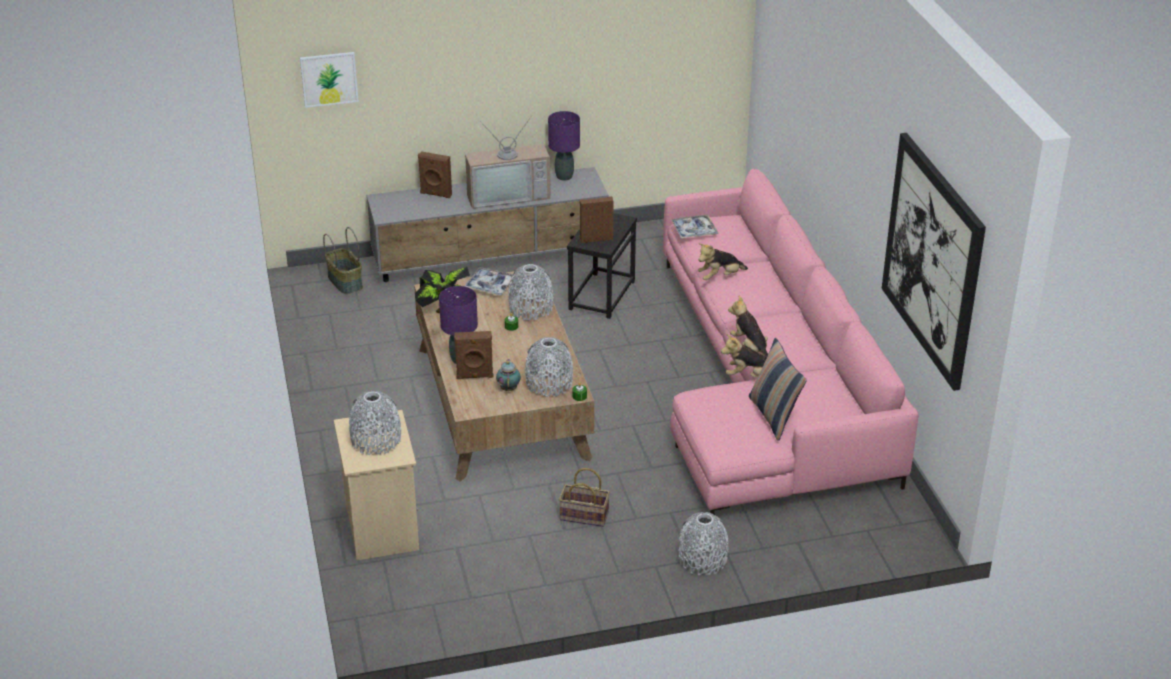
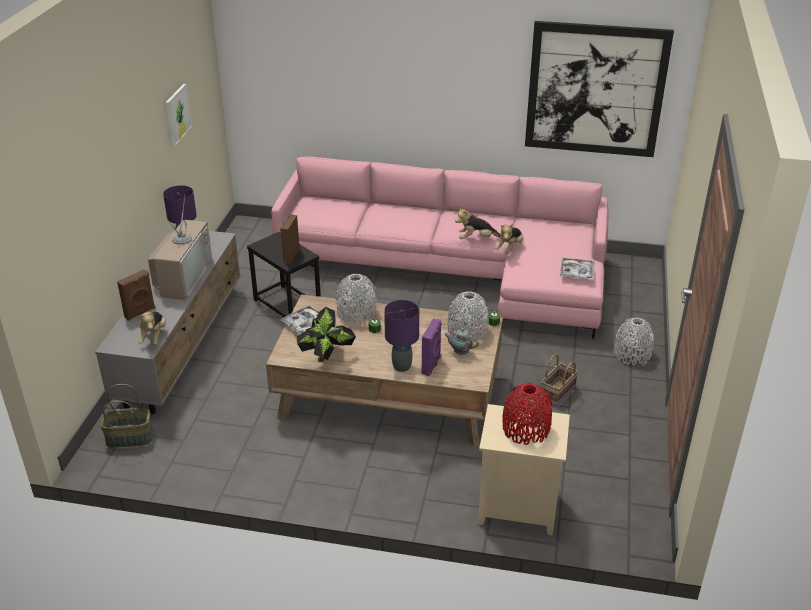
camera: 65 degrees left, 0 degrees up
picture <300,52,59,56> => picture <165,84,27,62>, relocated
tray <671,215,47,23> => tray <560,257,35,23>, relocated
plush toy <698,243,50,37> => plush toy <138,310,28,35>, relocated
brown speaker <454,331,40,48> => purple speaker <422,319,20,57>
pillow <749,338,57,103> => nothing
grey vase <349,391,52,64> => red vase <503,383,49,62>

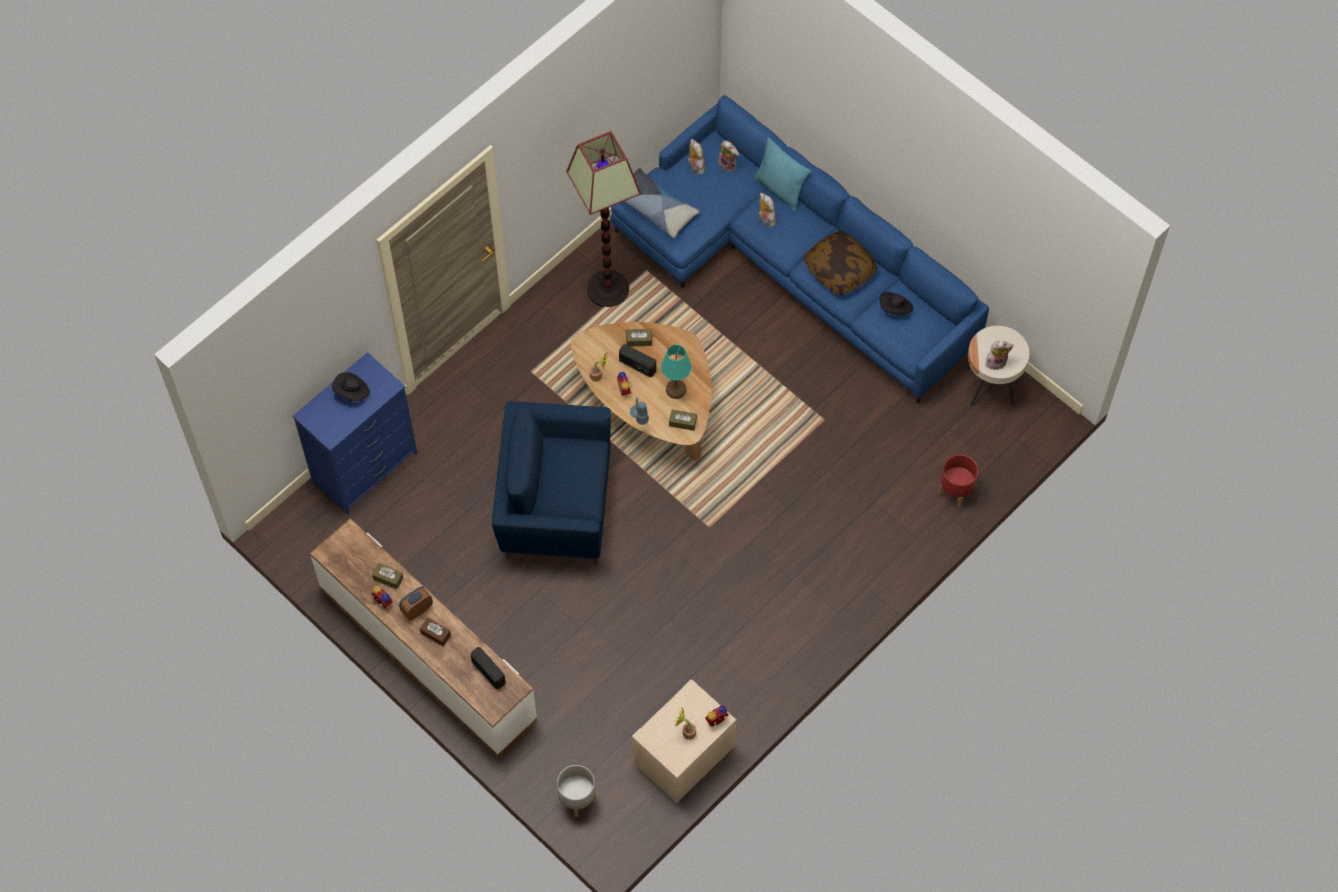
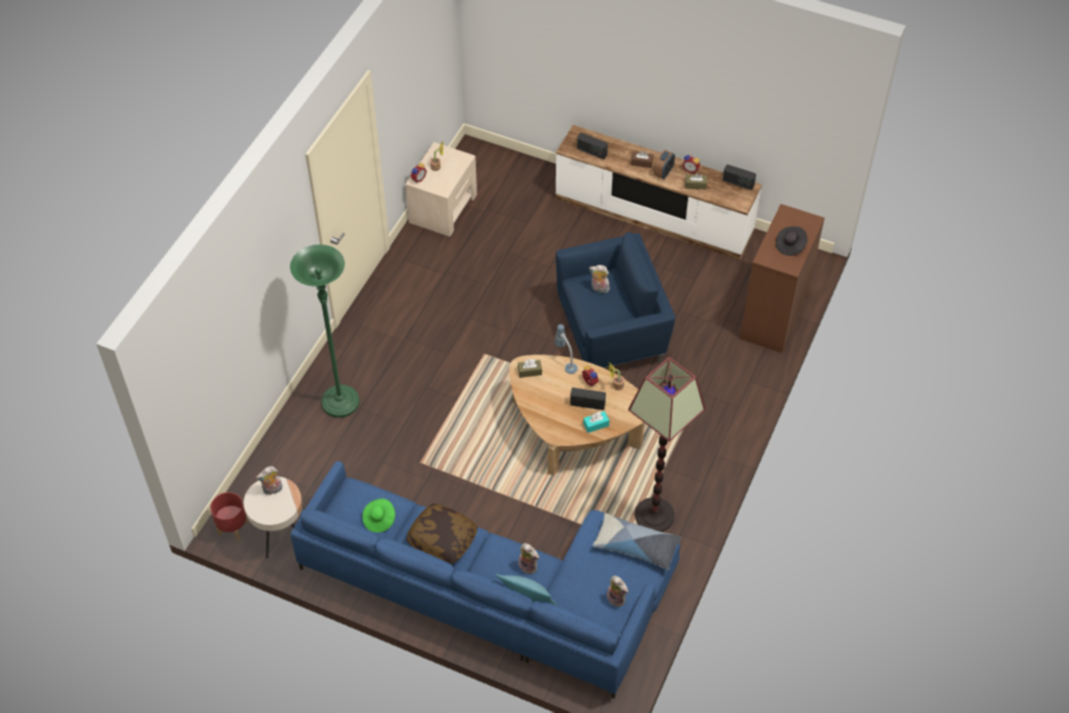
camera: 160 degrees right, 10 degrees down
plush toy <718,141,21,31> => plush toy <589,265,20,28>, relocated
black hat <880,292,33,23> => green hat <363,499,32,34>
brown tissue box <626,329,26,18> => turquoise tissue box <583,411,26,22>
turquoise table lamp <661,345,31,54> => nothing
blue dresser <292,352,125,162> => brown dresser <740,204,85,149>
red planter <939,455,39,52> => red planter <210,492,38,49>, relocated
grey planter <557,765,39,52> => nothing
nothing => radio <723,165,33,25>
nothing => green floor lamp <290,245,69,173>

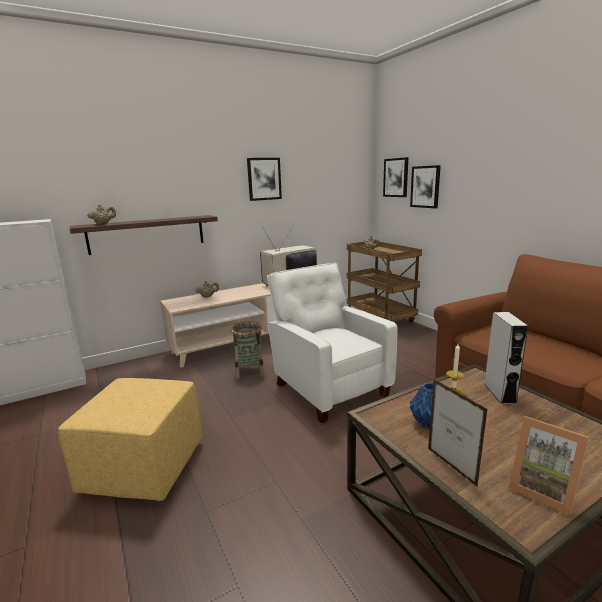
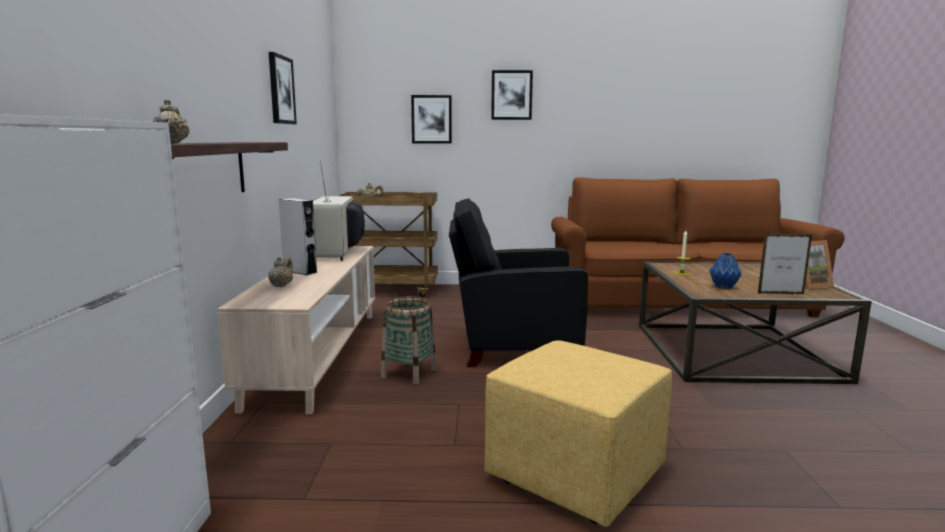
camera: 60 degrees left, 5 degrees down
picture <383,157,25,40> => picture <491,70,42,50>, relocated
white armchair <267,263,131,160> => black armchair <449,198,139,169>
grey speaker <484,312,44,92> => grey speaker <278,198,39,77>, relocated

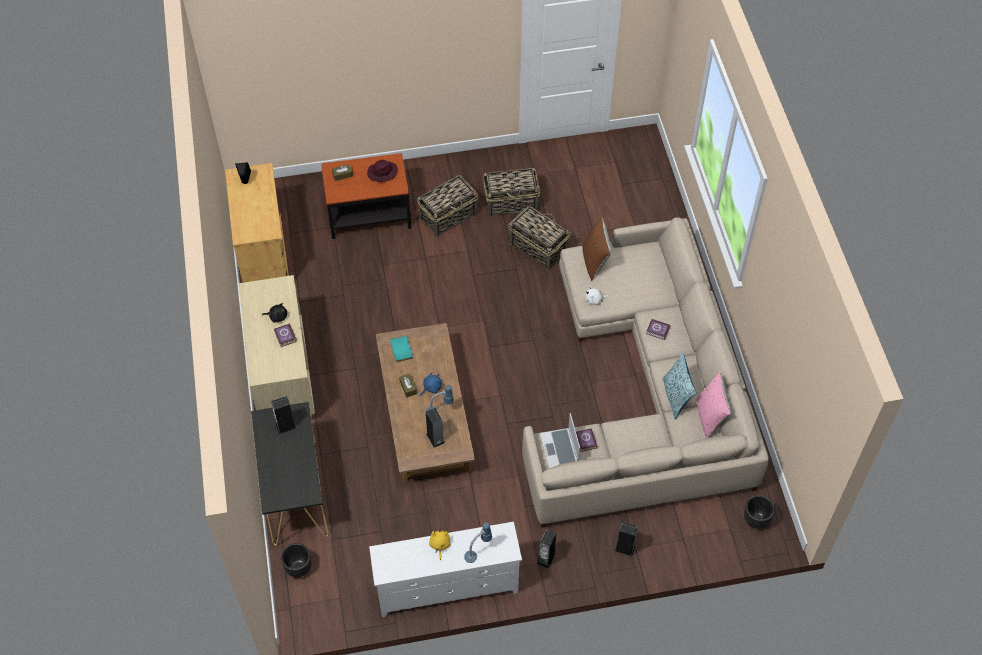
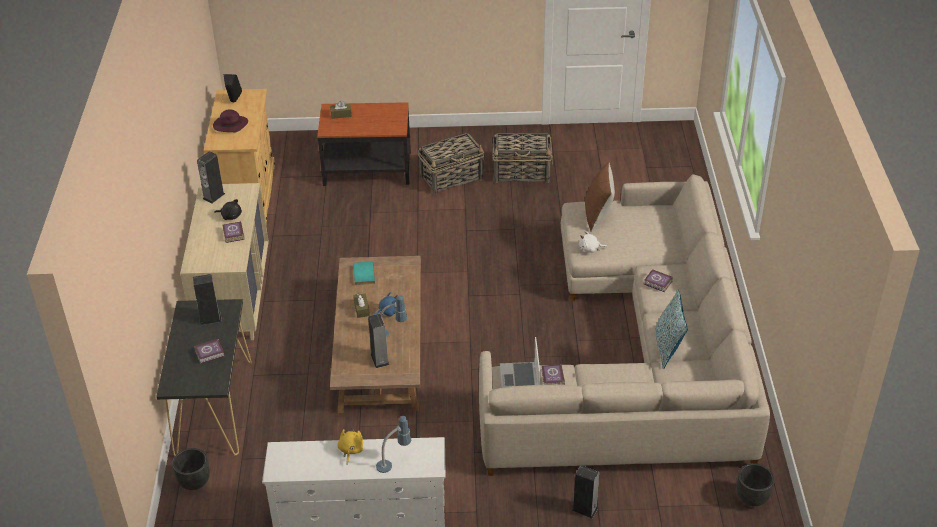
camera: 10 degrees right, 15 degrees down
purple hat <367,160,31,22> => purple hat <213,109,35,24>, relocated
basket <509,203,62,68> => nothing
pink pillow <697,372,34,66> => nothing
speaker <537,530,19,38> => speaker <197,151,28,52>, relocated
nothing => book <194,339,31,25>

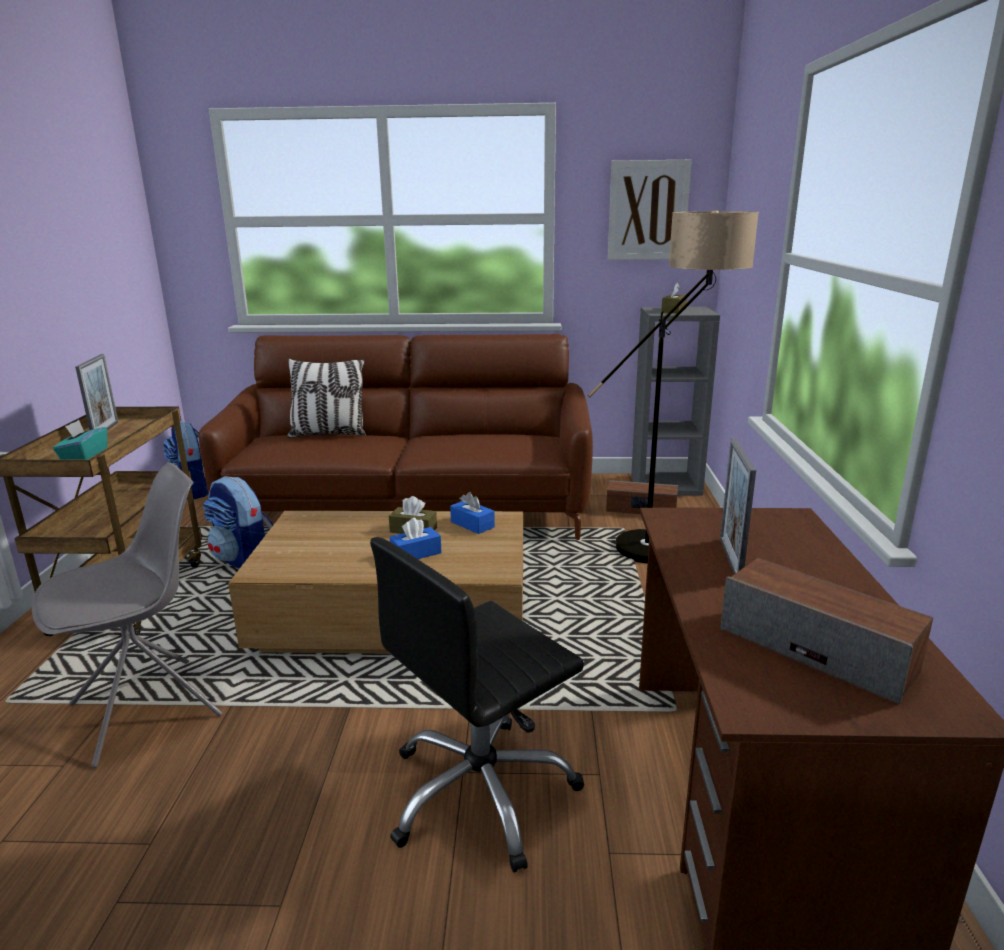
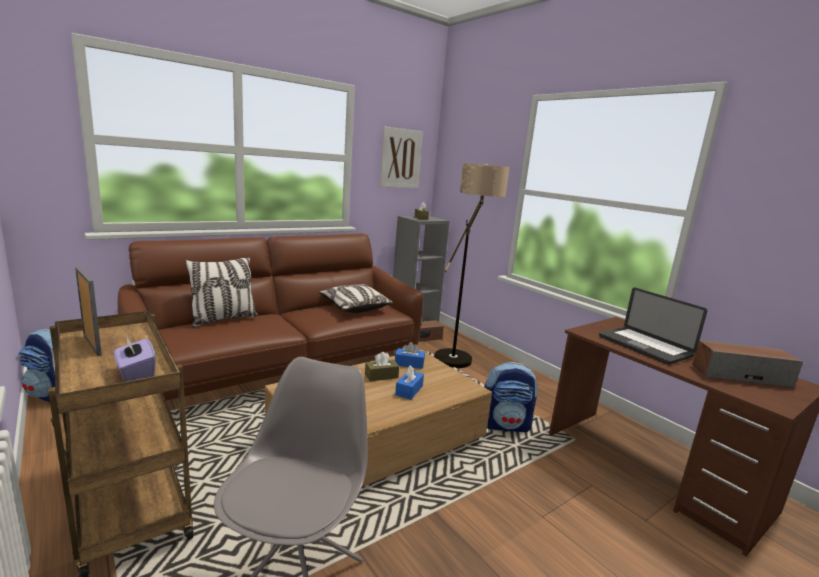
camera: 40 degrees left, 5 degrees down
turquoise tissue box <53,420,55,39> => purple tissue box <114,335,42,47>
picture frame <720,438,36,136> => laptop <599,288,108,77>
backpack <203,476,70,93> => backpack <485,362,53,70>, relocated
black office chair <370,537,214,336> => nothing
nothing => pillow <319,284,74,29>

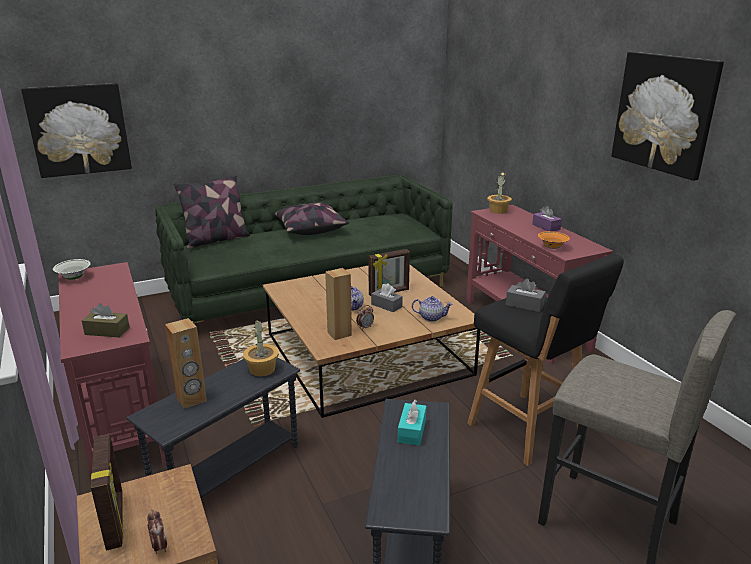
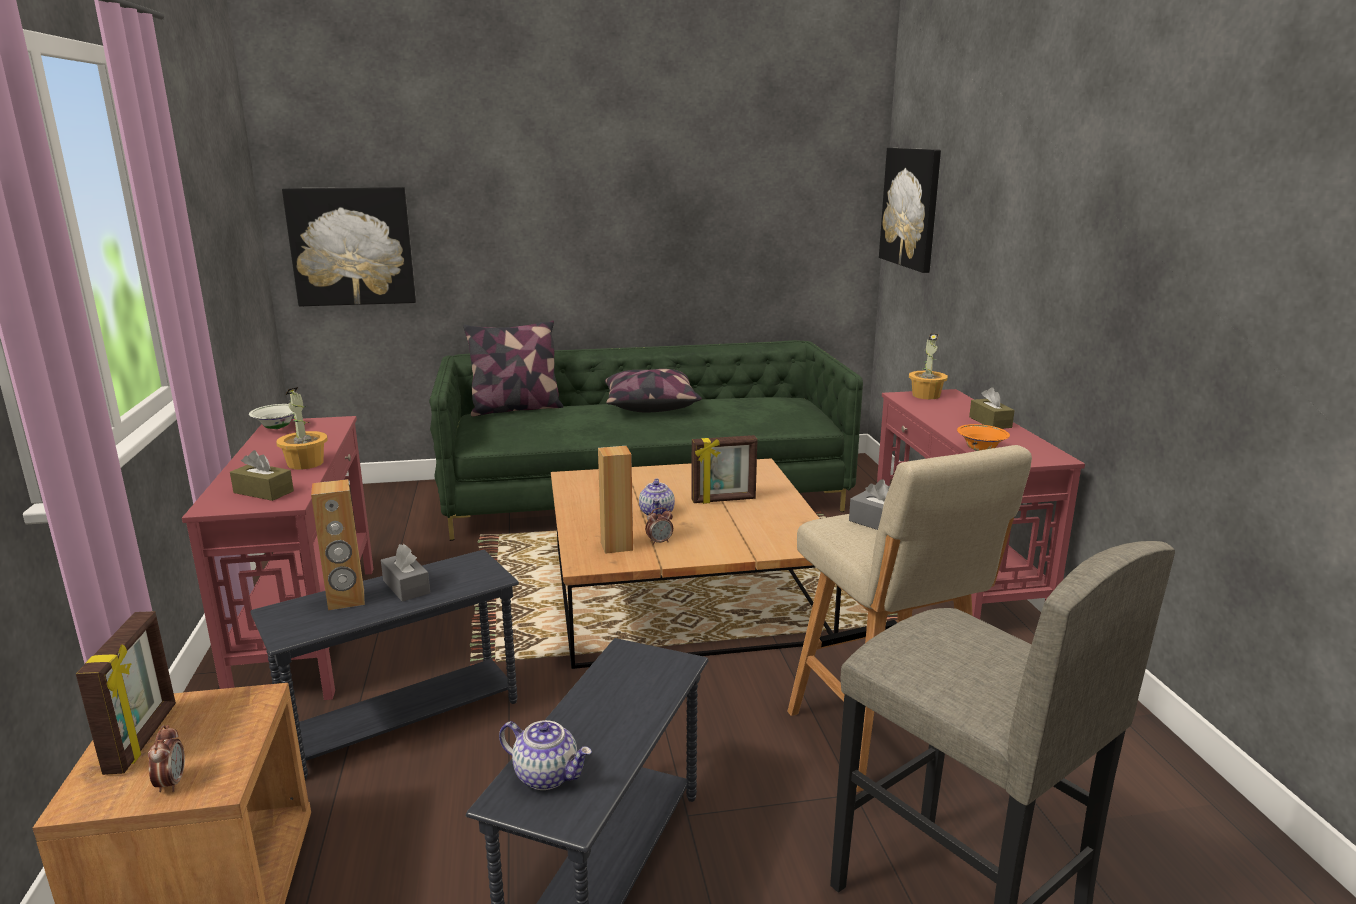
camera: 15 degrees right, 5 degrees down
picture <611,52,113,129> => picture <879,148,62,125>, relocated
purple tissue box <532,206,30,26> => brown tissue box <969,387,46,42>
black stool <467,254,157,212> => beige stool <787,445,245,347>
grey tissue box <371,283,32,29> => grey tissue box <381,544,49,58>, relocated
teapot <412,296,41,26> => teapot <499,720,93,70>, relocated
potted plant <243,319,36,58> => potted plant <276,387,52,83>, relocated
turquoise tissue box <398,400,28,45> => nothing

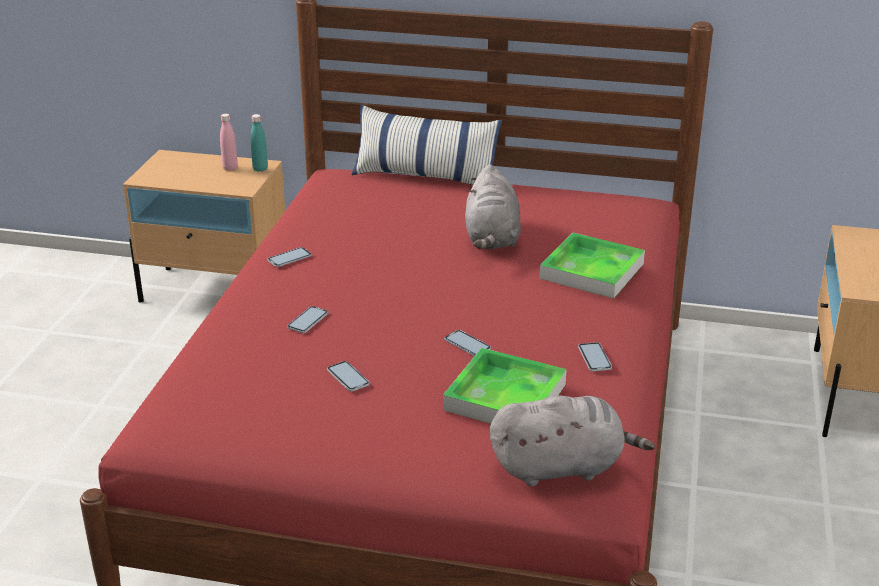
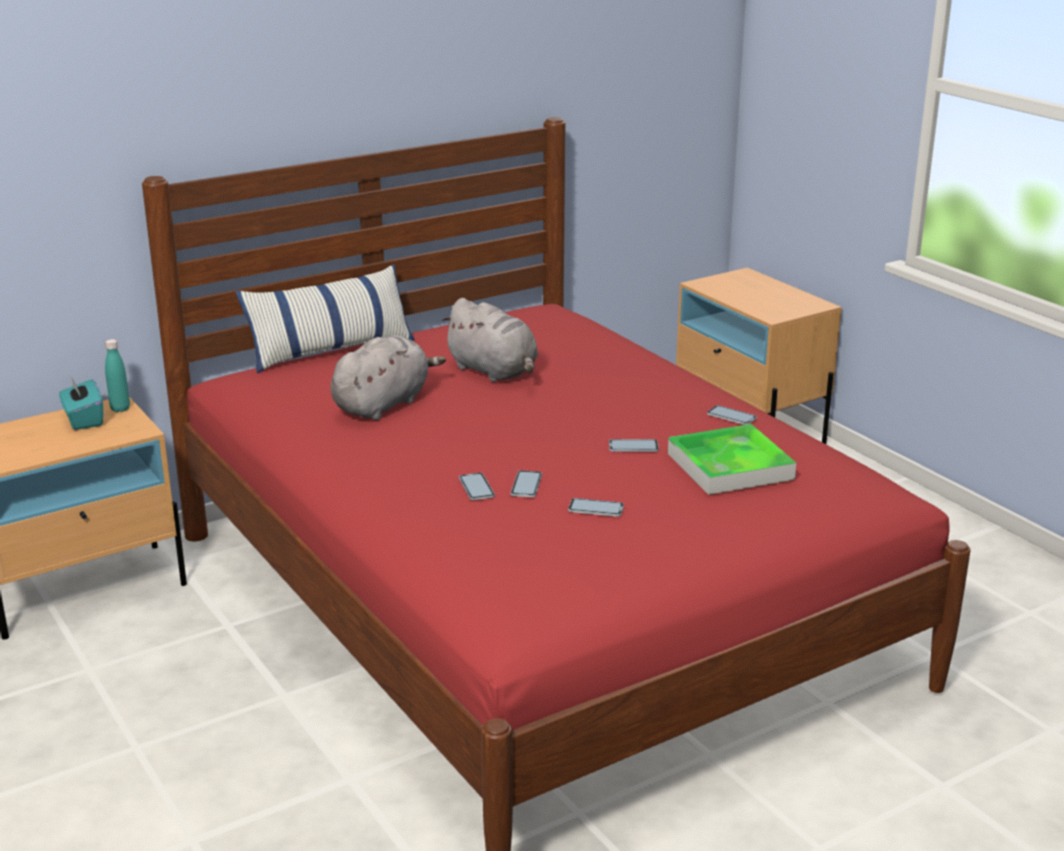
camera: 45 degrees left, 5 degrees down
pink bottle <220,114,18,57> => turquoise tissue box <59,376,44,54>
tray <539,233,106,66> => nothing
phone <267,247,45,20> => phone <510,470,32,27>, relocated
grey plush toy <490,395,165,91> => grey plush toy <331,335,115,85>, relocated

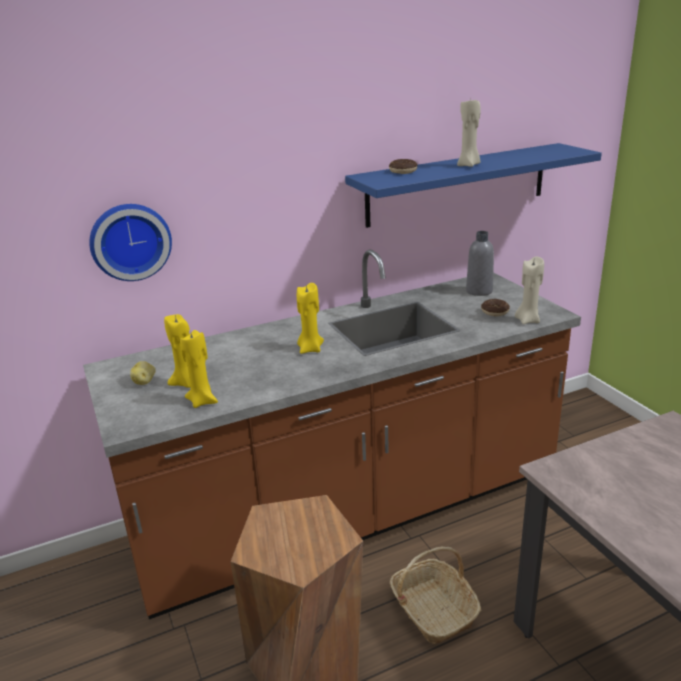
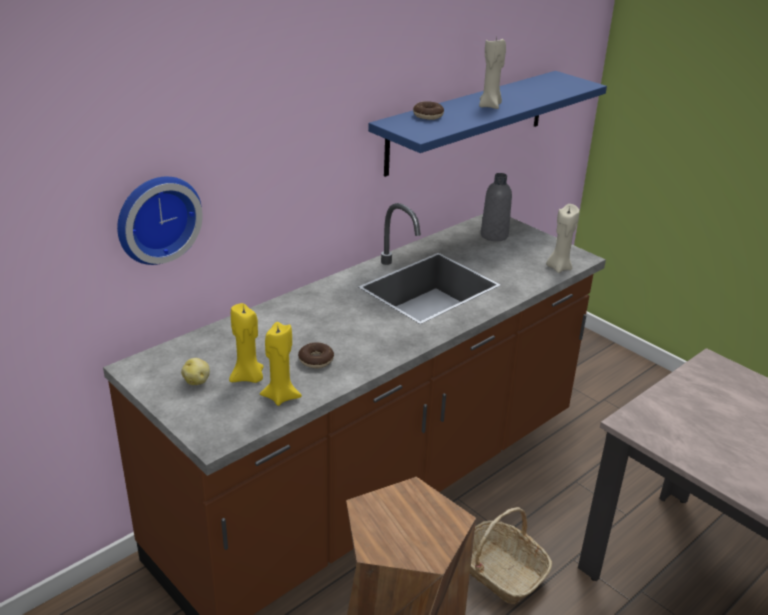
camera: 20 degrees left, 5 degrees up
yellow candle <297,283,27,71> => nothing
donut <481,299,29,18> => donut <298,342,36,27>, relocated

